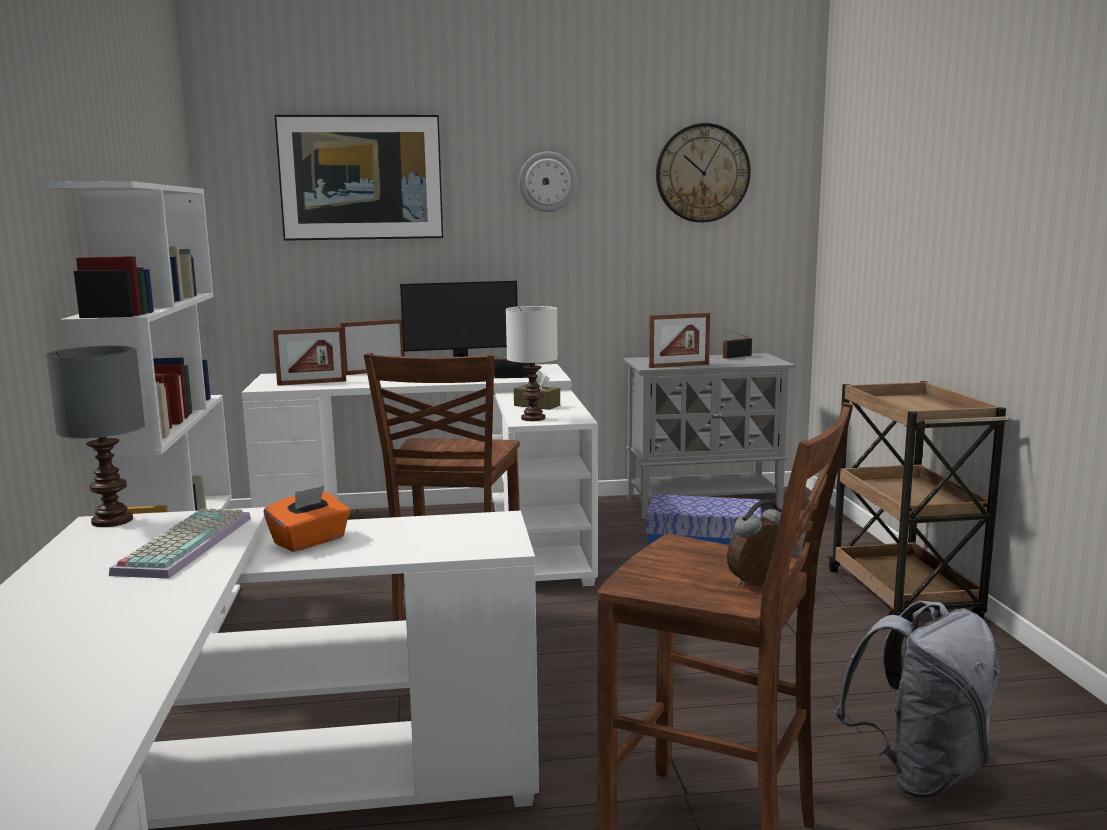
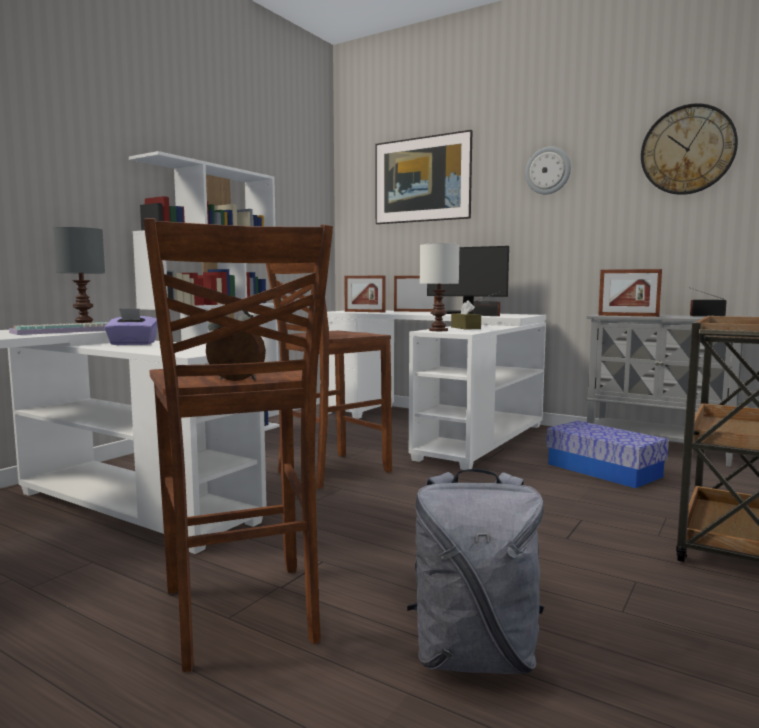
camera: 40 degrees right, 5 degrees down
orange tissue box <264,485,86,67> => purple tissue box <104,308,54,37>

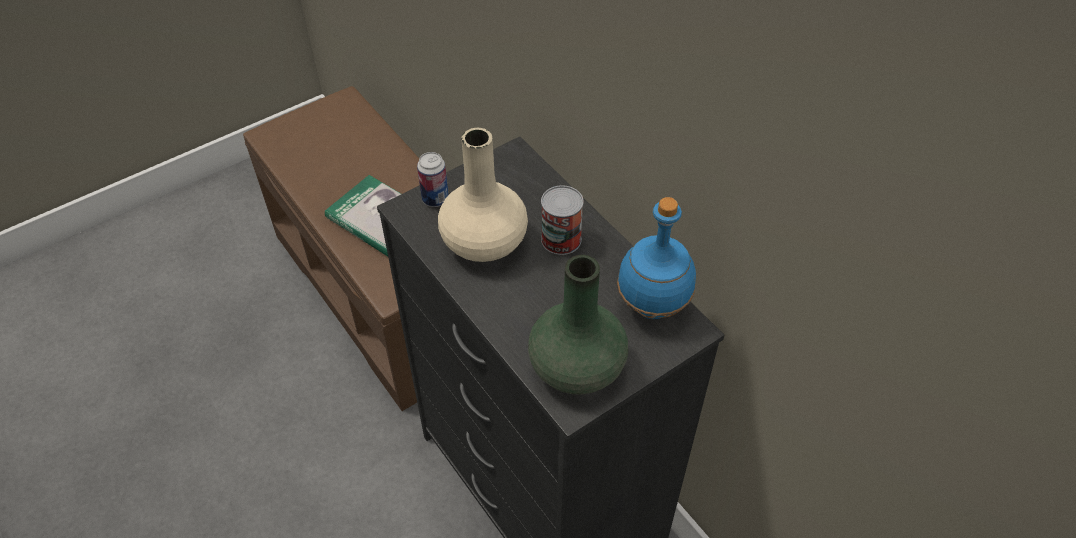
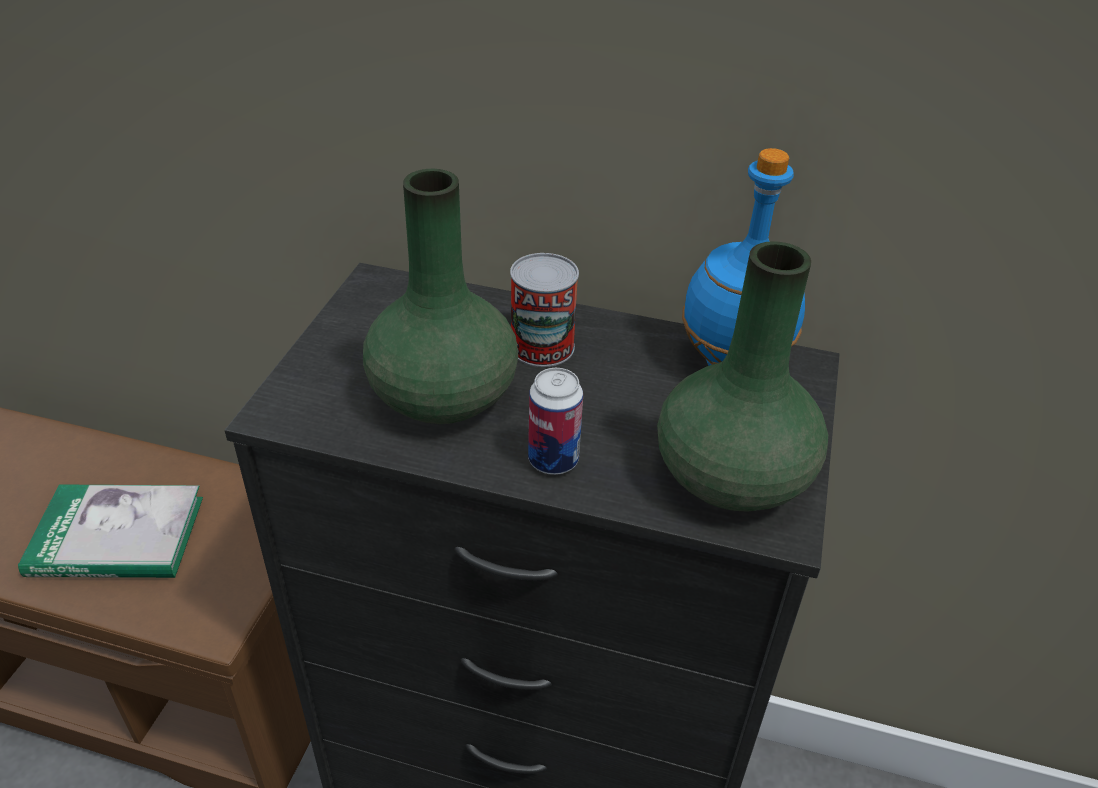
camera: 40 degrees left, 10 degrees down
beige vase <438,128,90,134> => green vase <363,169,155,255>
can <417,152,31,55> => can <528,368,55,107>, relocated

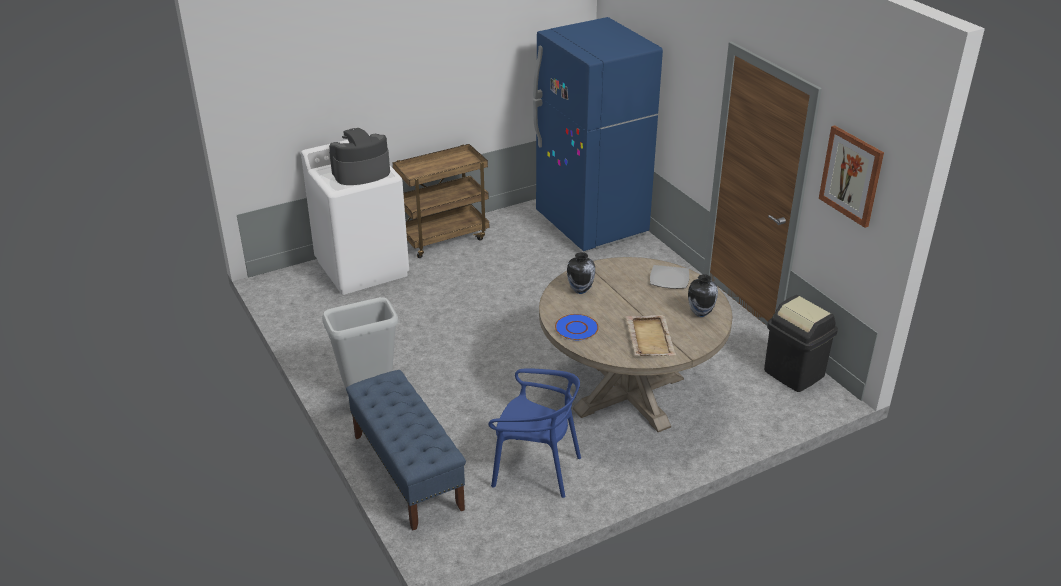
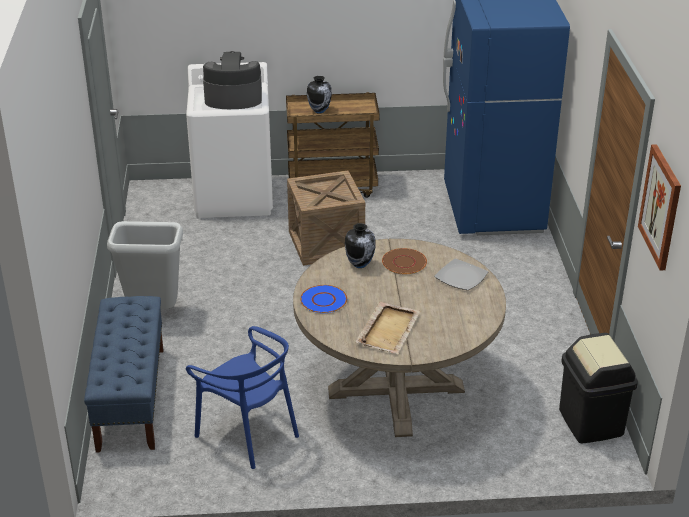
camera: 25 degrees right, 0 degrees up
vase <688,274,30,43> => vase <307,76,25,38>, relocated
nothing => crate <287,171,78,95>
nothing => brown plate <382,248,45,26>

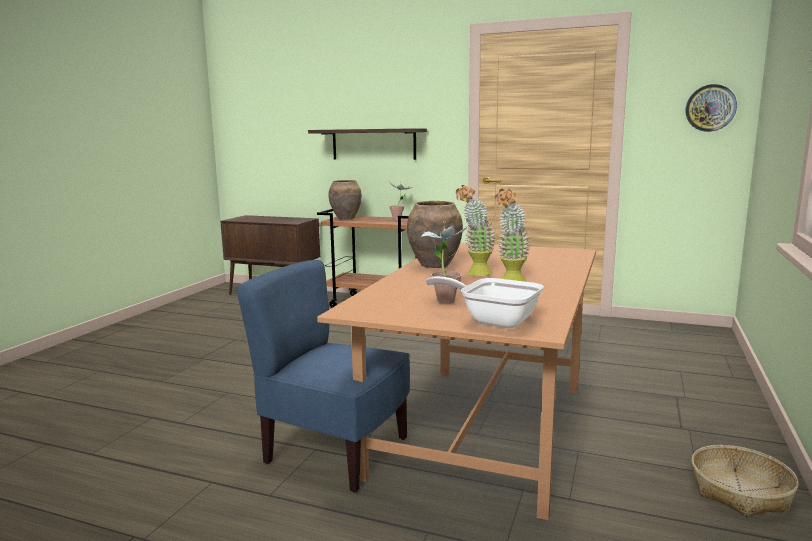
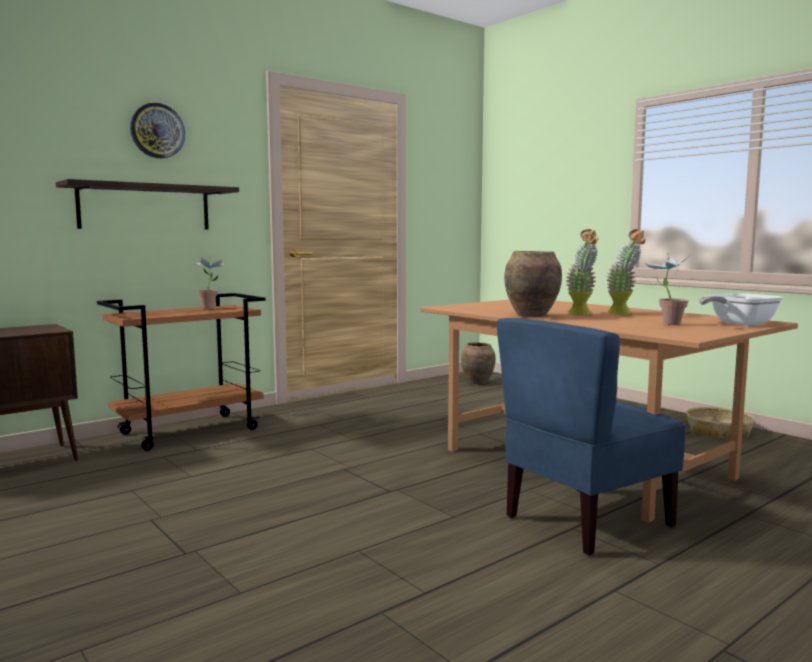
camera: 60 degrees left, 5 degrees down
wall clock <686,84,51,48> => wall clock <130,103,55,56>, relocated
brown vase <328,180,34,40> => brown vase <461,342,35,42>, relocated

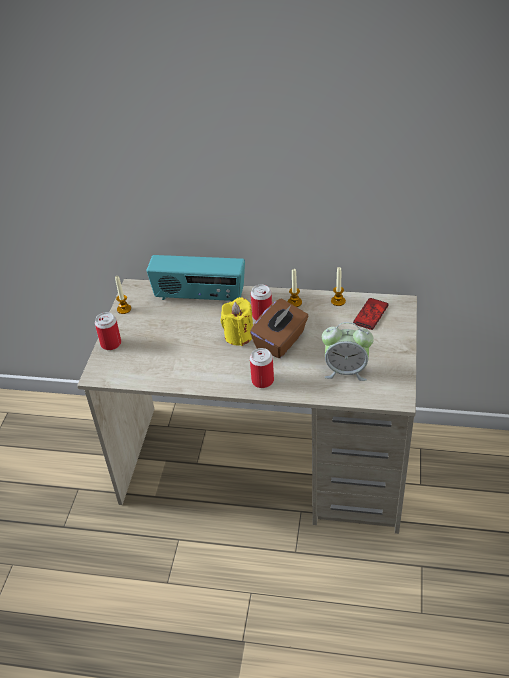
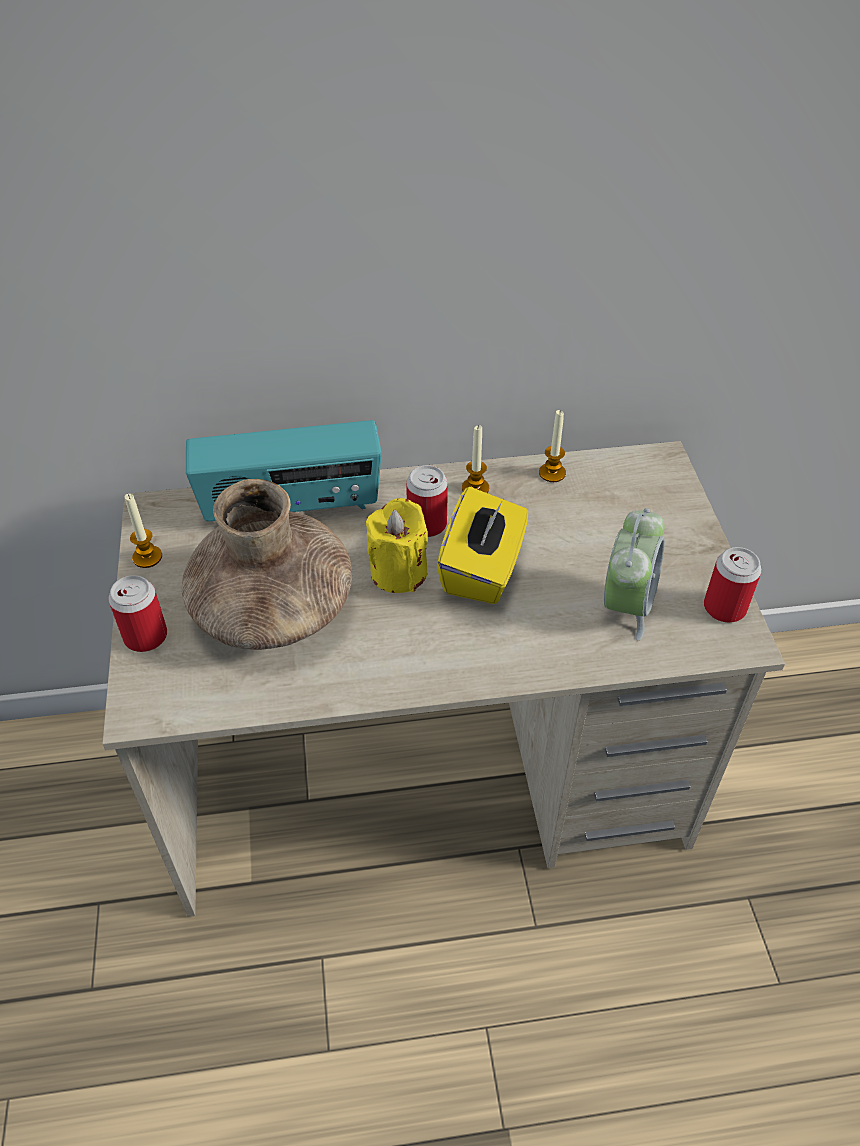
camera: 20 degrees left, 5 degrees up
brown tissue box <250,298,59,60> => yellow tissue box <437,487,91,117>
phone <353,298,35,32> => nothing
alarm clock <322,322,52,59> => alarm clock <604,508,61,133>, 60 degrees counterclockwise
can <250,348,24,40> => can <704,547,58,76>, relocated
nothing => brown vase <182,479,170,171>

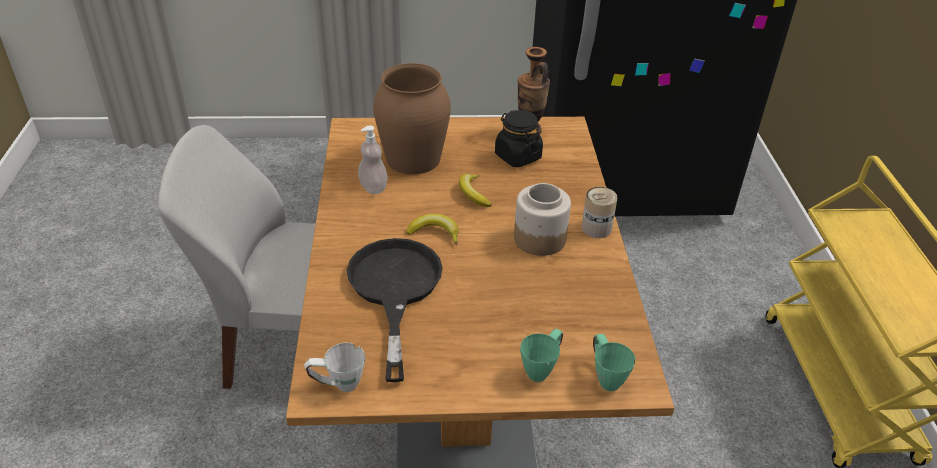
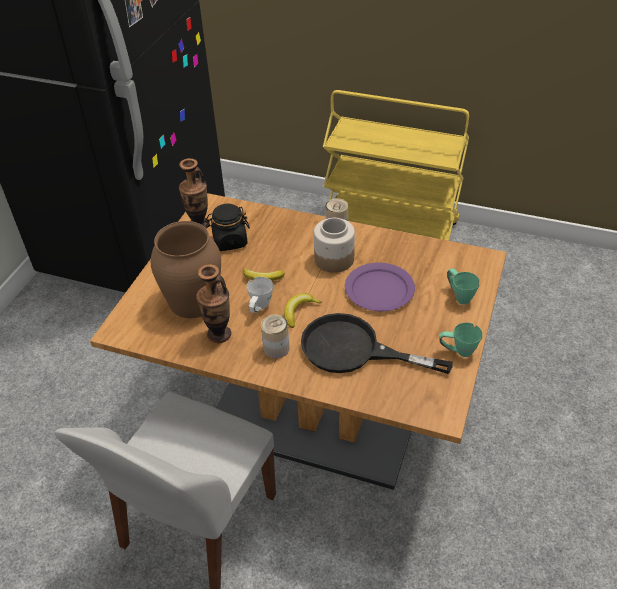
camera: 65 degrees left, 5 degrees up
soap dispenser <358,125,30,69> => vase <196,264,35,79>
green mug <593,334,42,57> => green mug <439,322,44,35>, relocated
white mug <304,343,61,49> => white mug <247,277,26,36>, relocated
nothing => purple plate <345,263,70,48>
nothing => can <261,315,29,43>

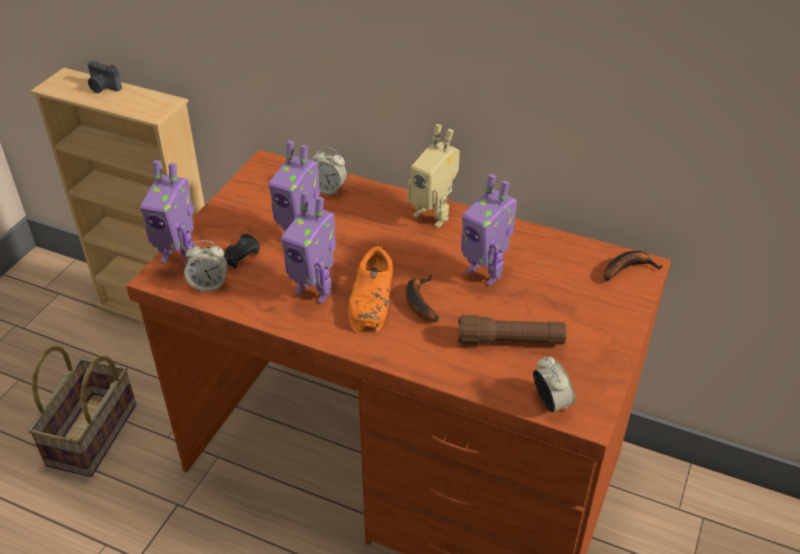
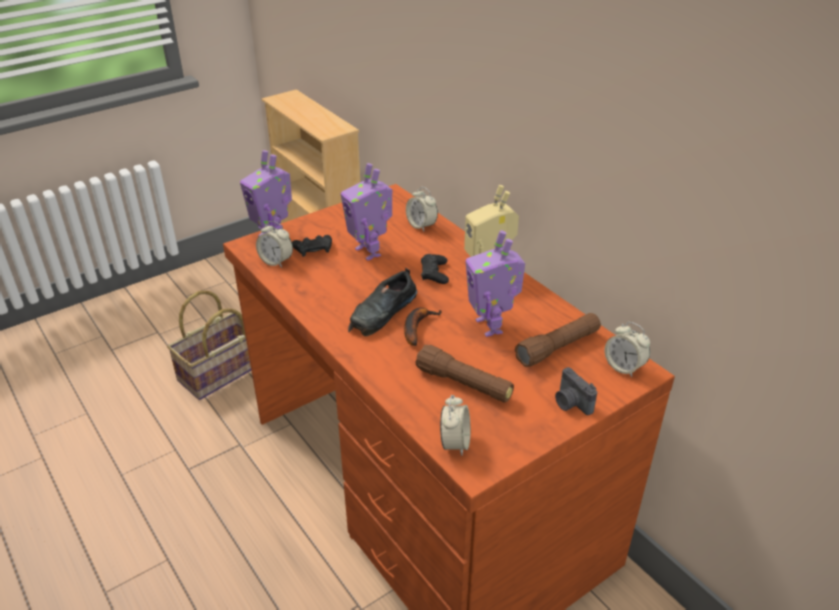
camera: 30 degrees right, 5 degrees down
photo camera <87,61,35,32> => photo camera <555,367,42,48>, relocated
toy robot <281,192,55,112> => nothing
orange shoe <348,243,45,91> => black shoe <348,268,69,68>
banana <603,251,60,30> => alarm clock <605,322,45,55>
nothing => black game controller <421,254,28,30>
nothing => brown flashlight <515,313,86,54>

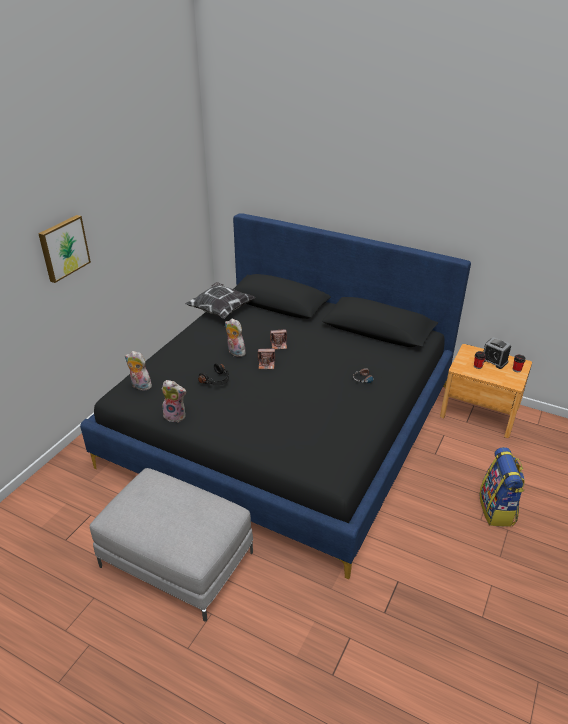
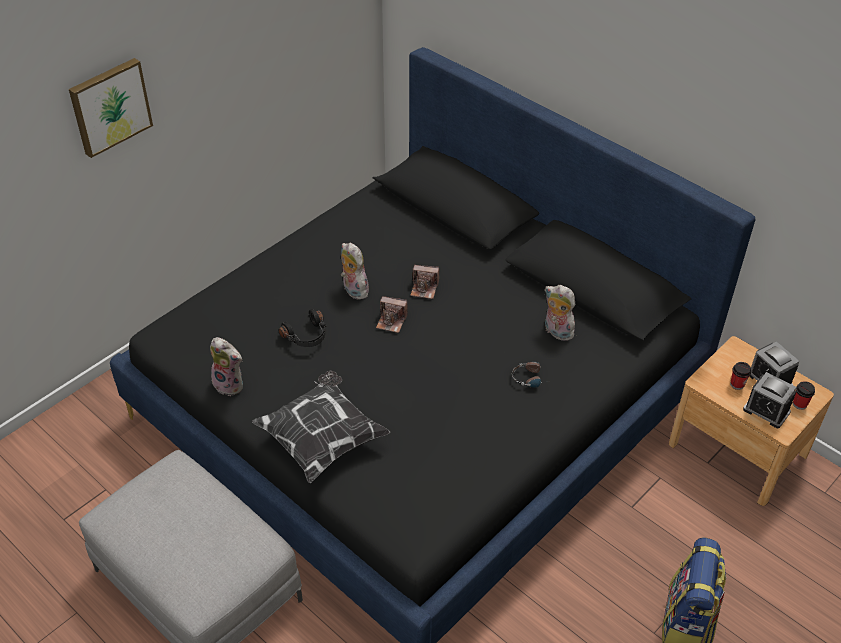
camera: 15 degrees right, 10 degrees up
pillow <185,282,70,37> => pillow <252,371,138,112>, relocated
plush toy <125,351,29,40> => plush toy <544,285,32,56>, relocated
nothing => alarm clock <743,372,54,56>

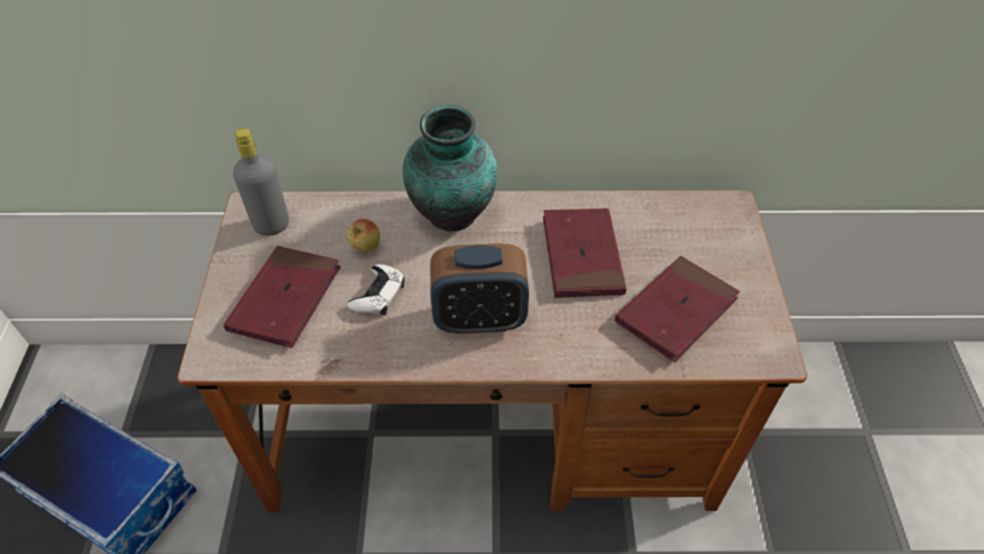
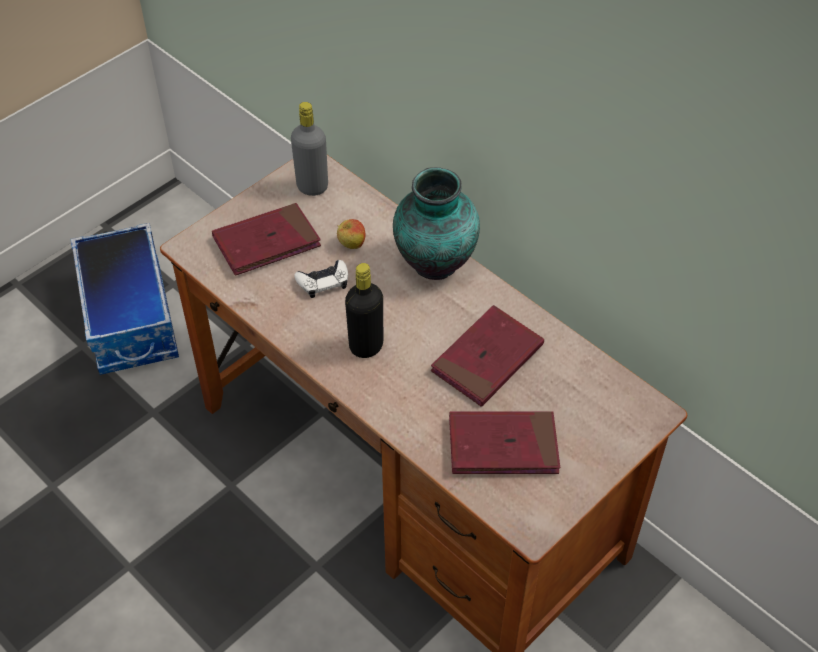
camera: 45 degrees right, 0 degrees up
alarm clock <430,243,99,91> => black bottle <345,263,38,95>

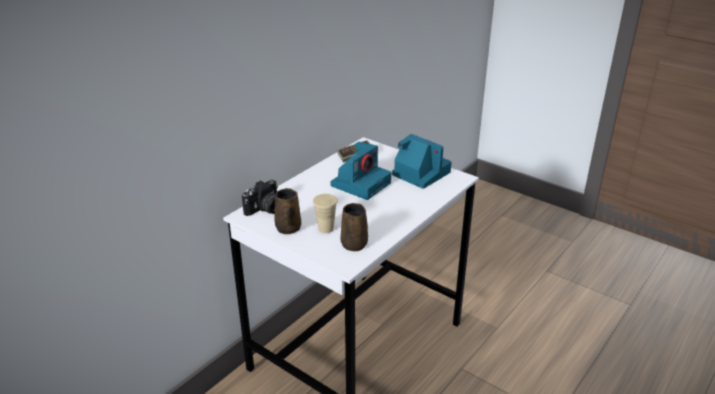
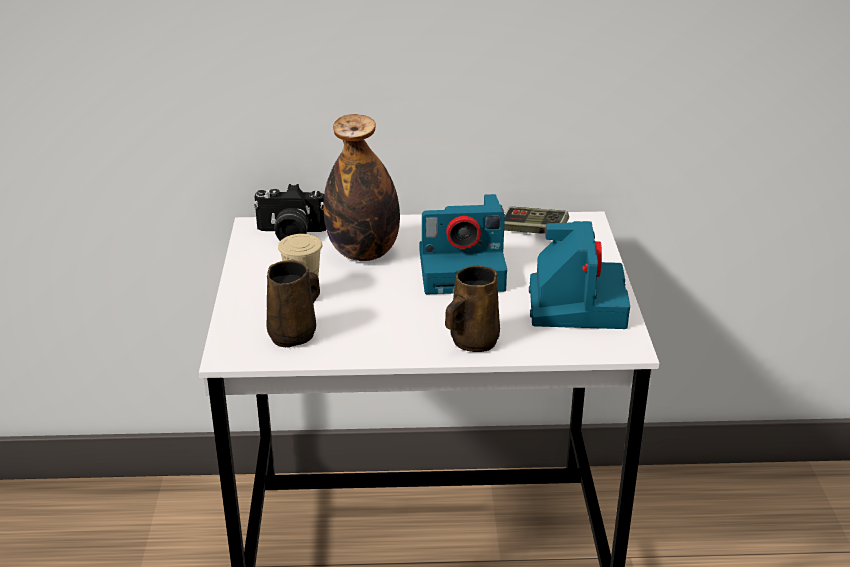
camera: 50 degrees right, 0 degrees up
brown mug <274,188,27,46> => brown mug <445,266,55,86>, relocated
nothing => bottle <323,114,77,147>

